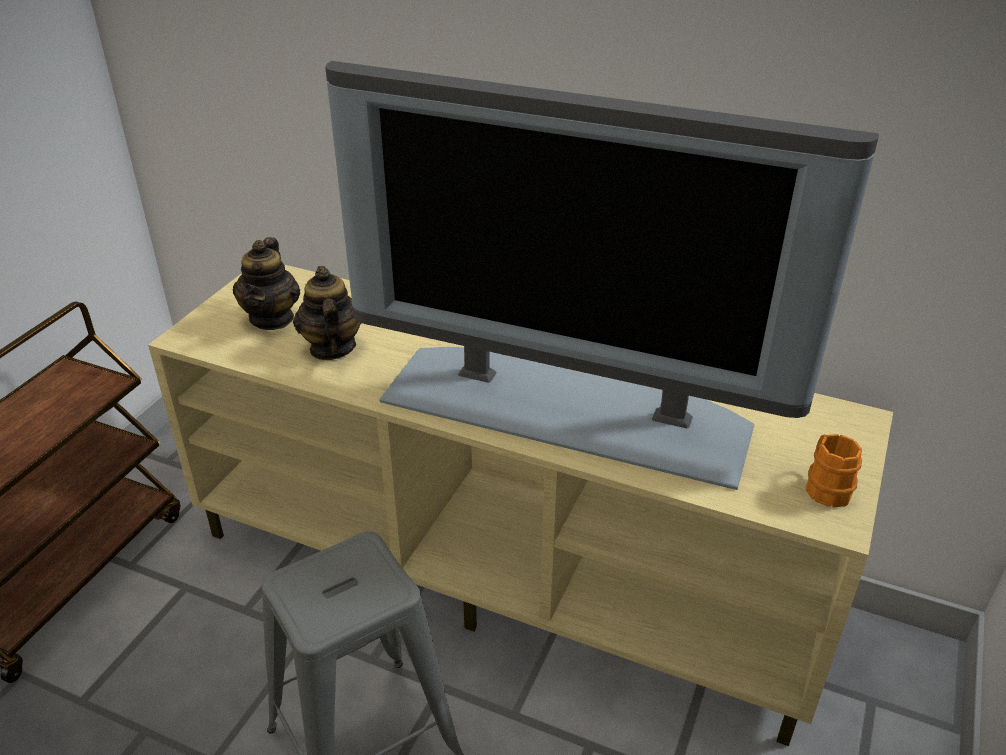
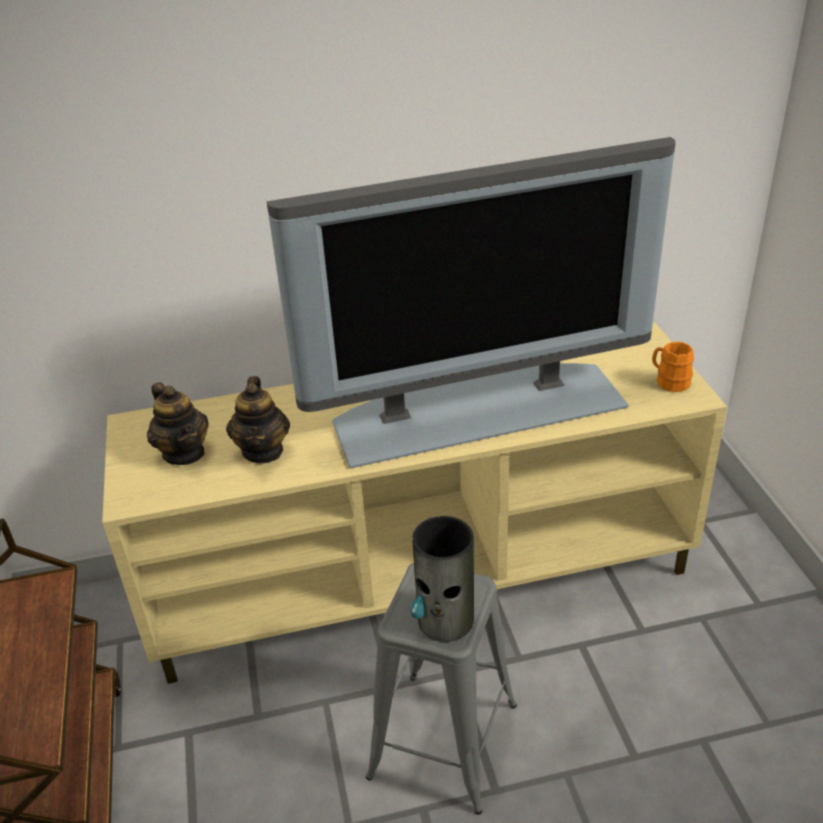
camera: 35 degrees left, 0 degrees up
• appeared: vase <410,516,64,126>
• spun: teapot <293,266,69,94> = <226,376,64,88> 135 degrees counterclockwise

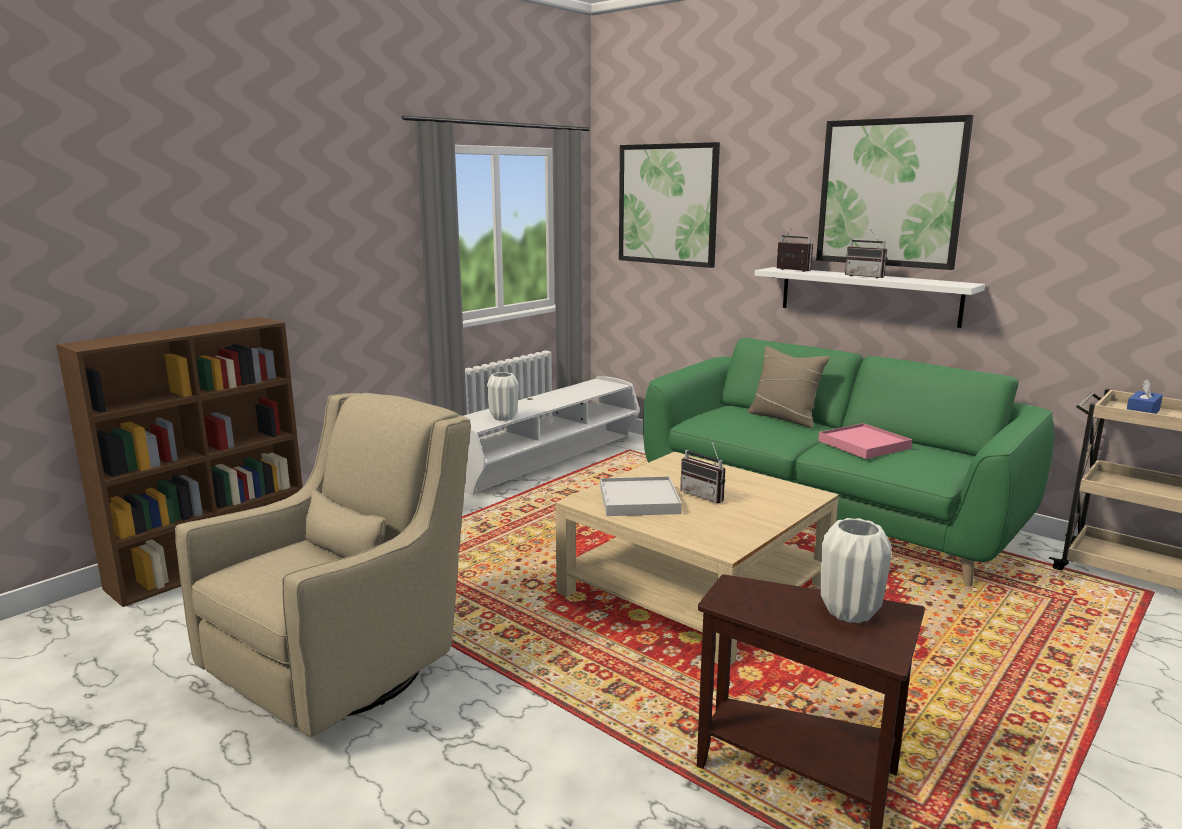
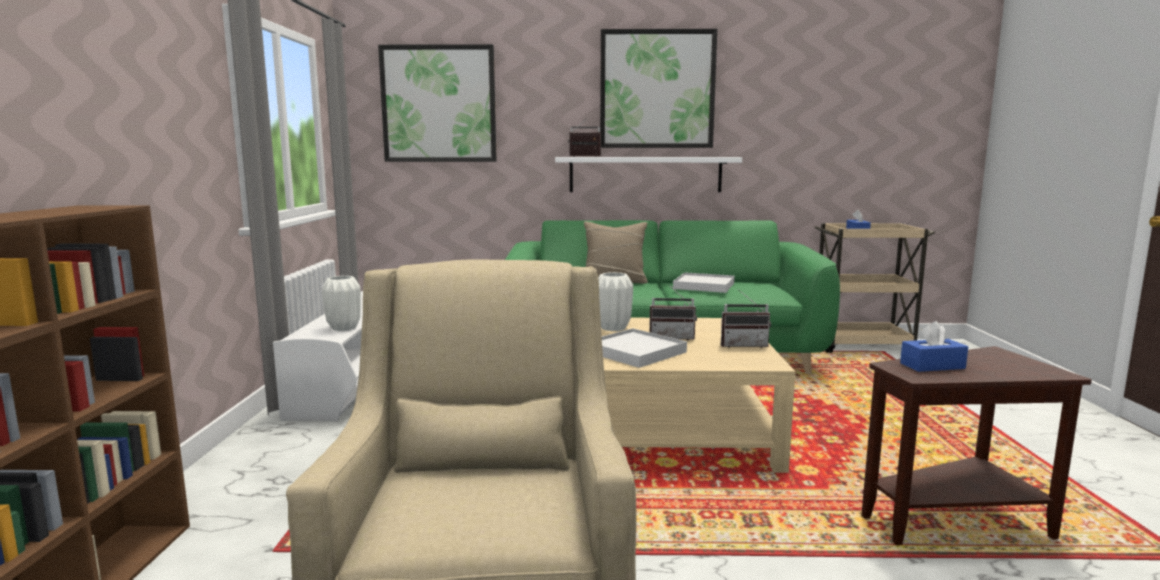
camera: 40 degrees left, 5 degrees down
• appeared: tissue box (blue) <900,321,68,51>
• relocated: vase (white) <821,518,71,105> to <598,272,35,59>
• relocated: radio <845,230,42,48> to <721,289,50,59>
• colour: tray (pink) <818,423,94,36> to tray (white) <673,272,62,21>

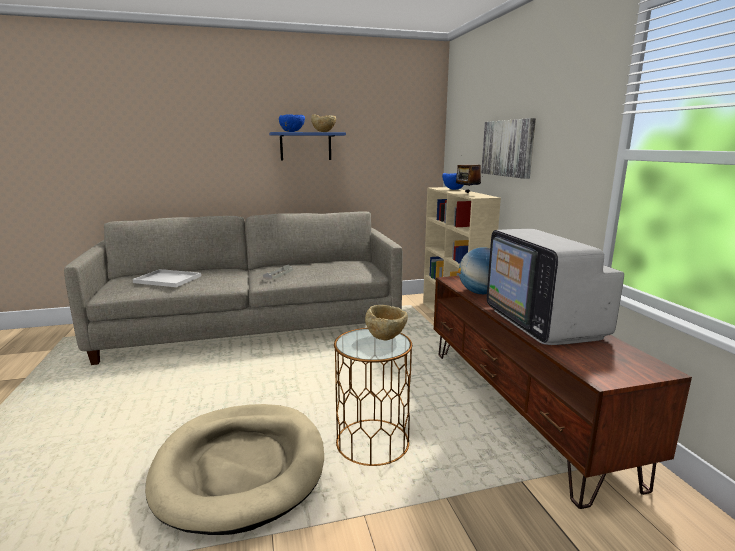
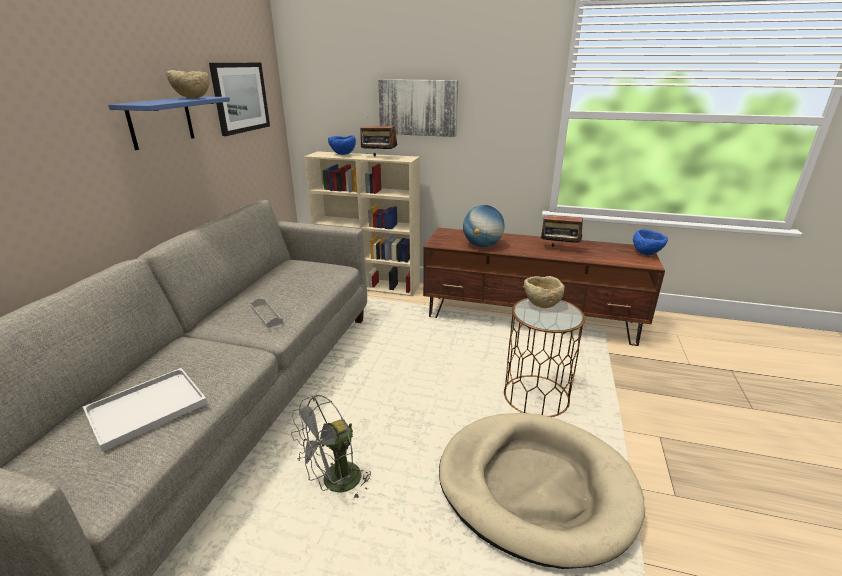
camera: 60 degrees left, 10 degrees up
• appeared: picture <209,63,61,73>
• appeared: fan (grey) <291,394,80,106>
• relocated: bowl (blue) <279,114,26,18> to <633,229,35,26>
• exchanged: television <487,229,137,116> to radio <541,209,42,38>

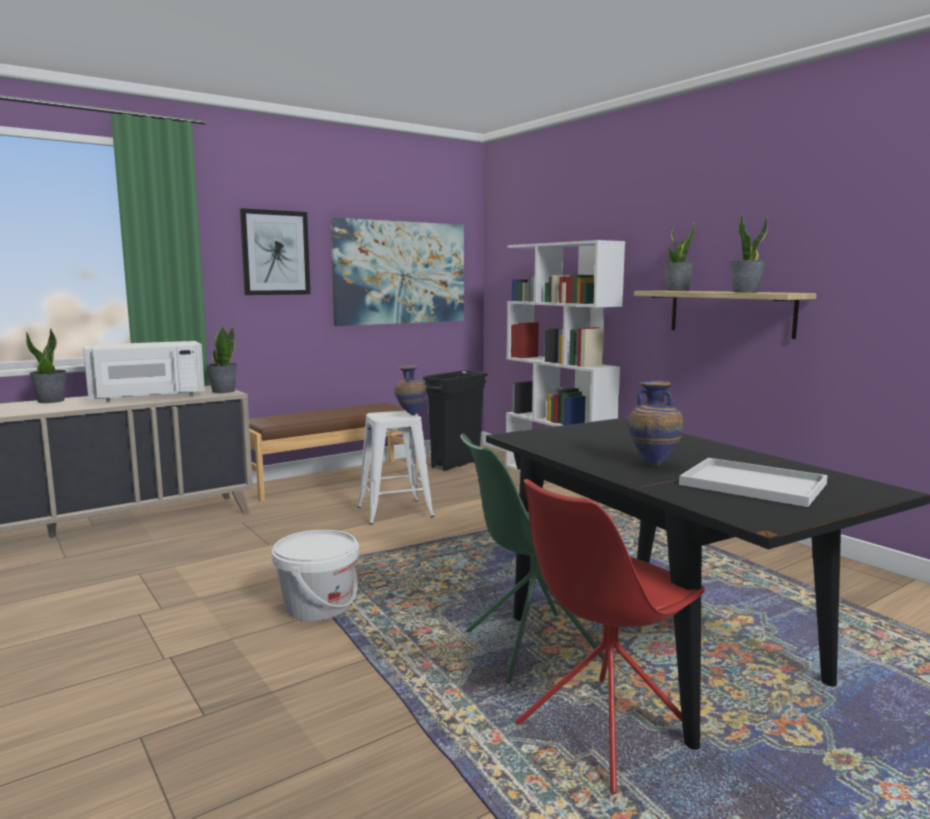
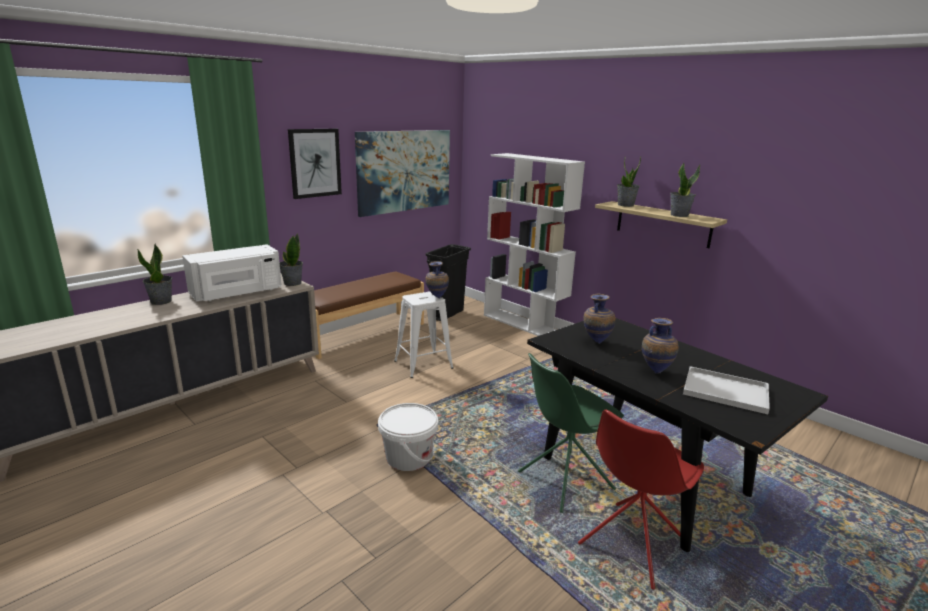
camera: 10 degrees left, 10 degrees up
• appeared: vase <583,294,32,50>

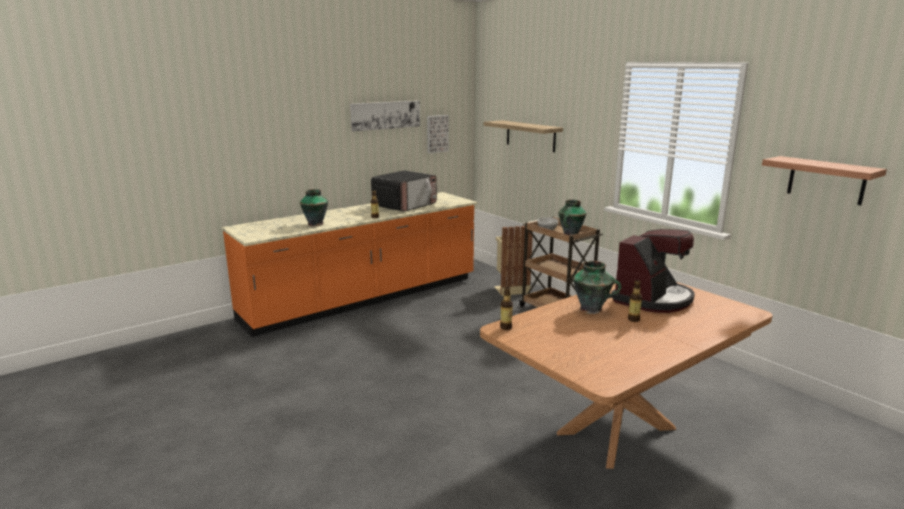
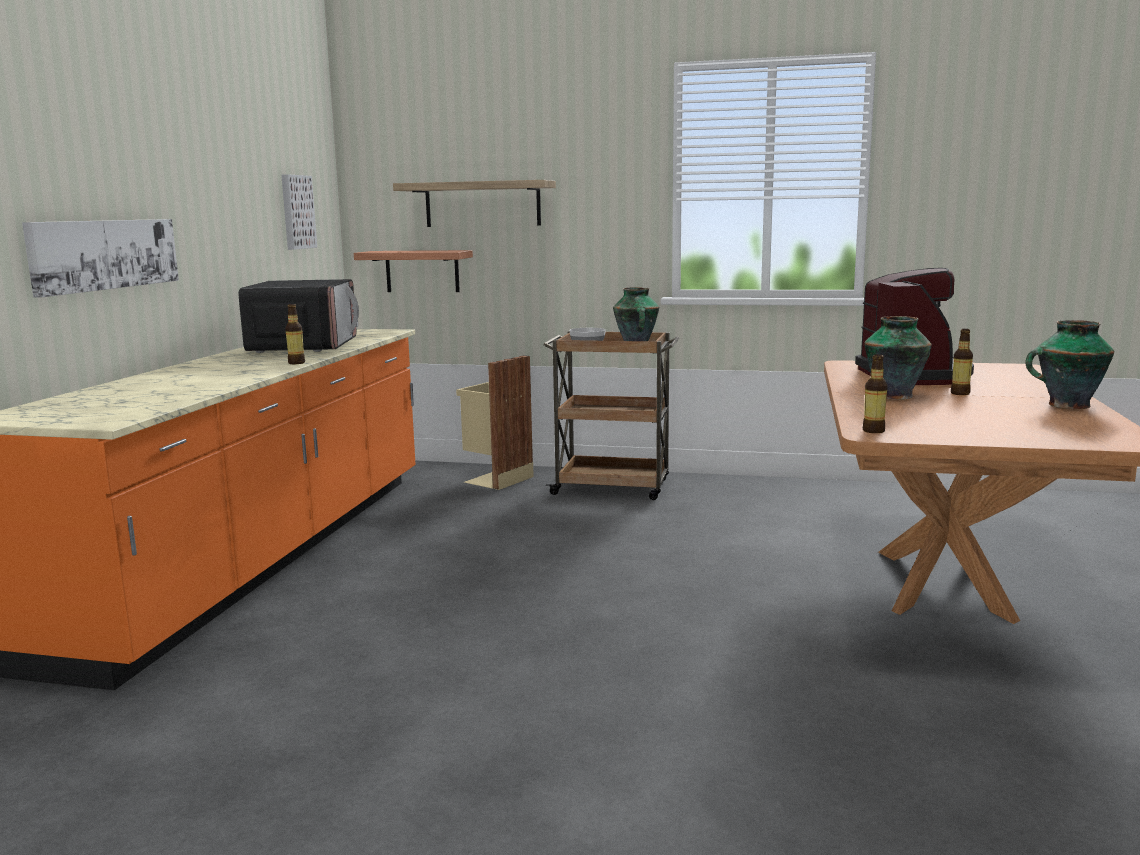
camera: 40 degrees left, 5 degrees down
• relocated: vase <300,189,28,37> to <1025,320,89,89>
• relocated: picture <350,100,70,32> to <22,219,157,79>
• relocated: shelf <762,156,125,49> to <354,250,119,42>

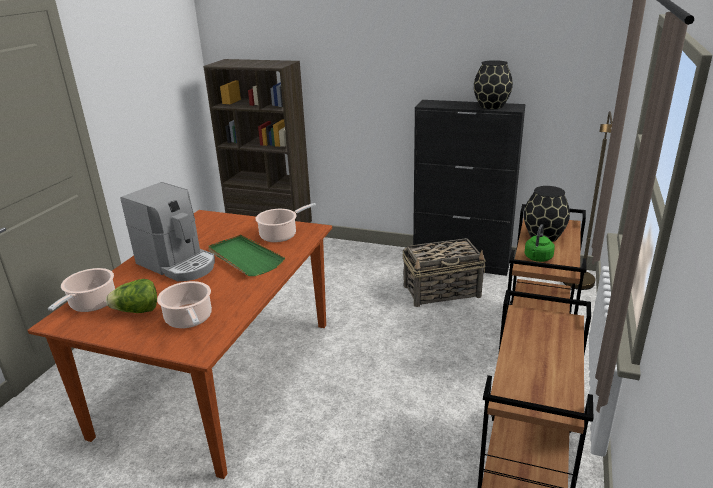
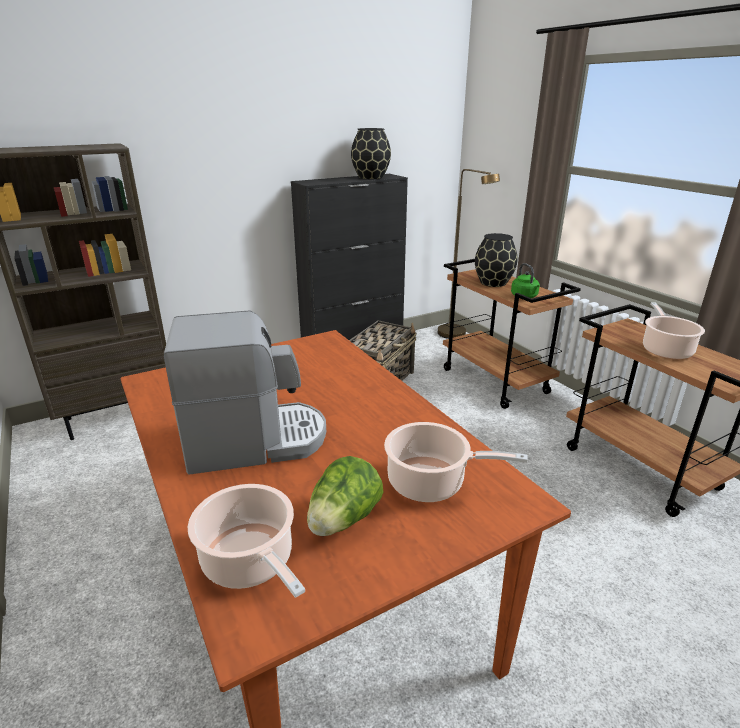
camera: 50 degrees left, 0 degrees up
• missing: tray (green) <208,234,77,42>
• relocated: cooking pot <256,203,60,39> to <643,302,62,57>

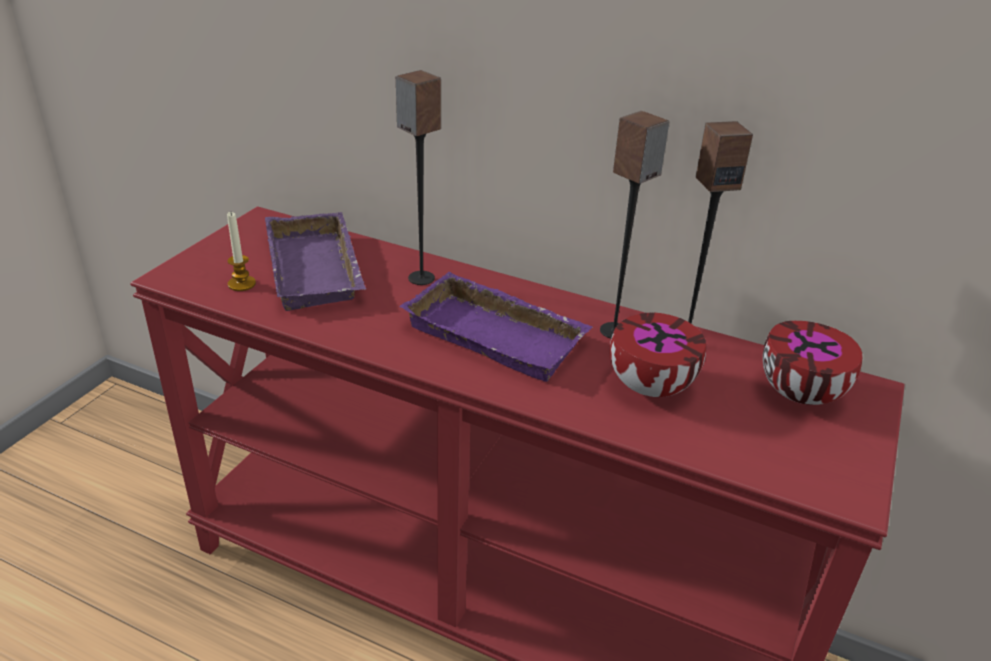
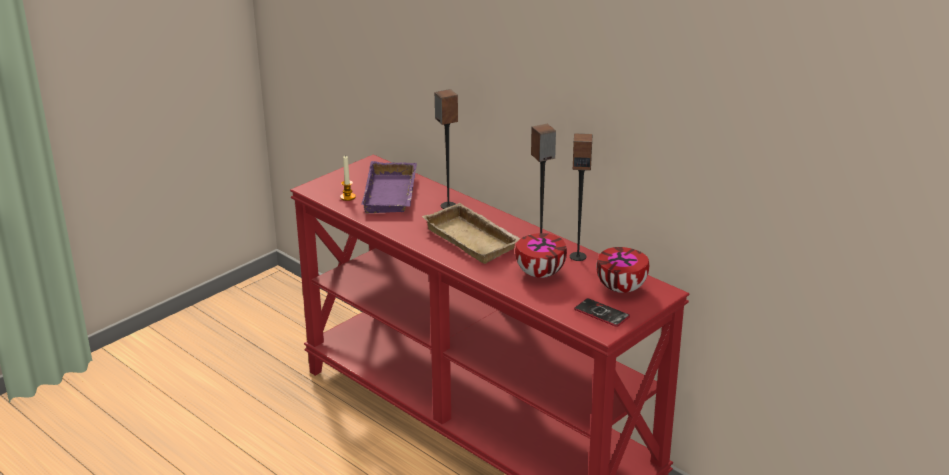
camera: 20 degrees right, 5 degrees down
• appeared: phone <574,298,56,29>
• colour: tray (purple) <399,272,194,110> to tray (beige) <422,203,98,61>

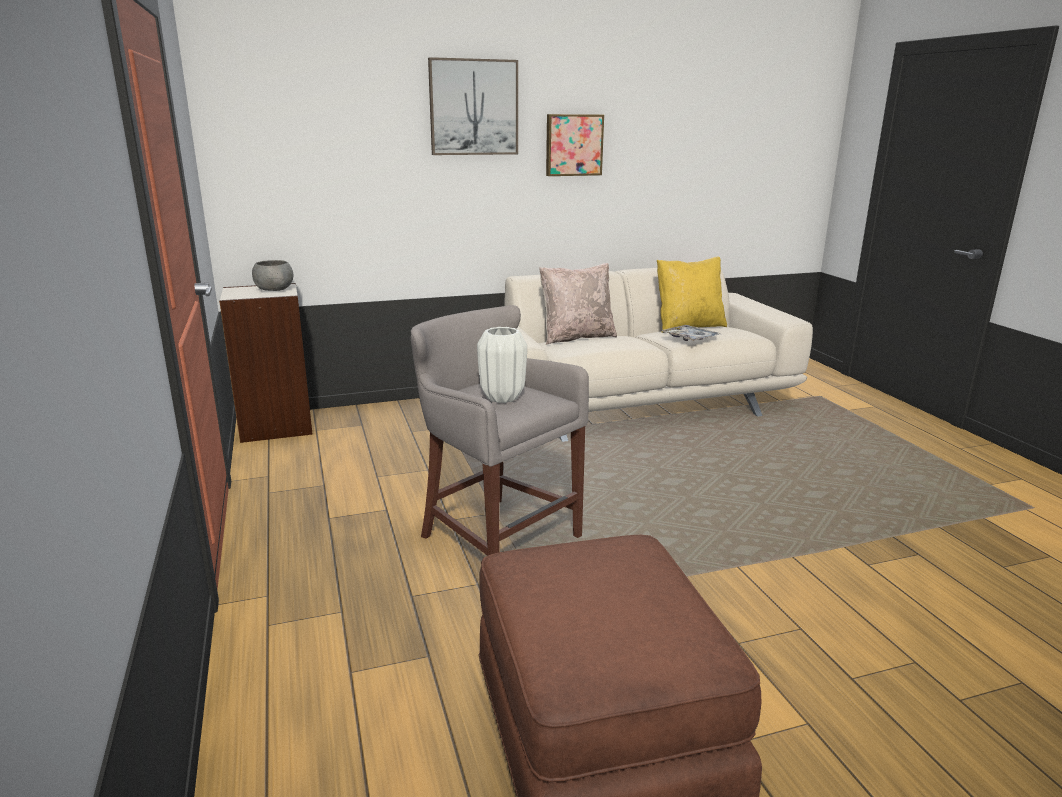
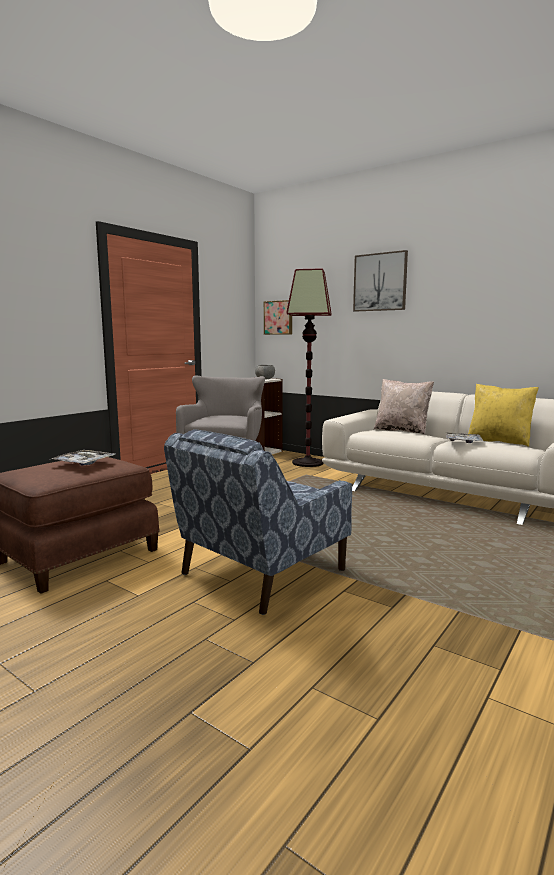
camera: 55 degrees right, 10 degrees down
• missing: vase (white) <477,327,50,76>
• appeared: tray <52,450,63,15>
• appeared: armchair (blue) <164,429,188,186>
• appeared: floor lamp <286,268,46,199>
• relocated: picture <546,114,58,62> to <264,300,28,35>

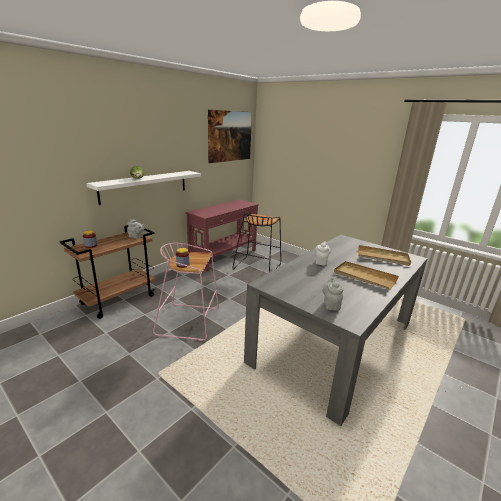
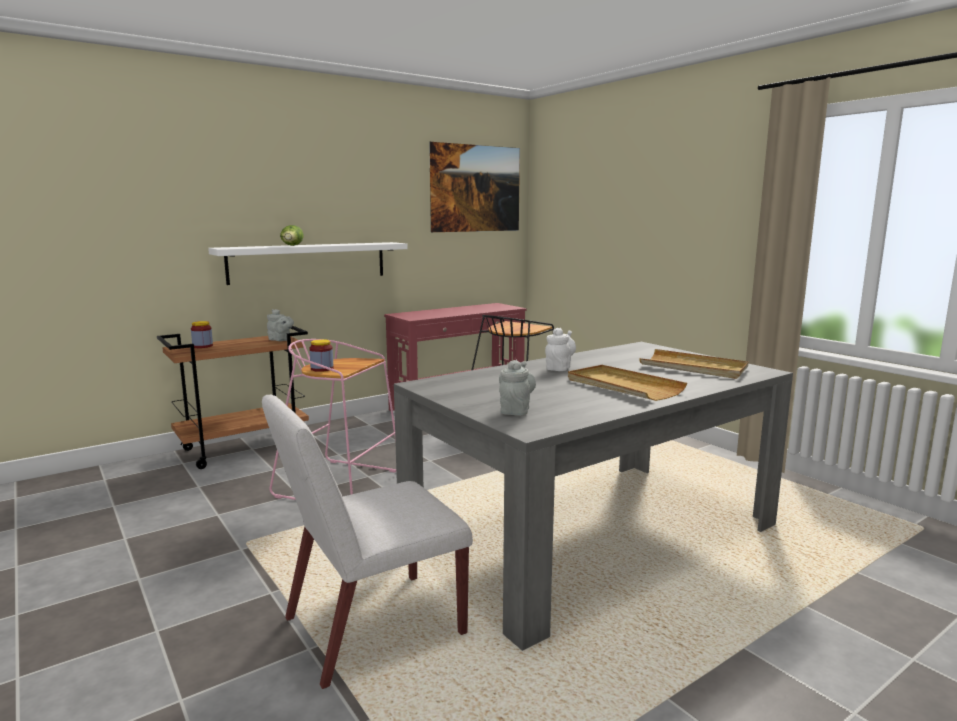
camera: 15 degrees right, 10 degrees down
• appeared: chair (white) <262,395,211,294>

